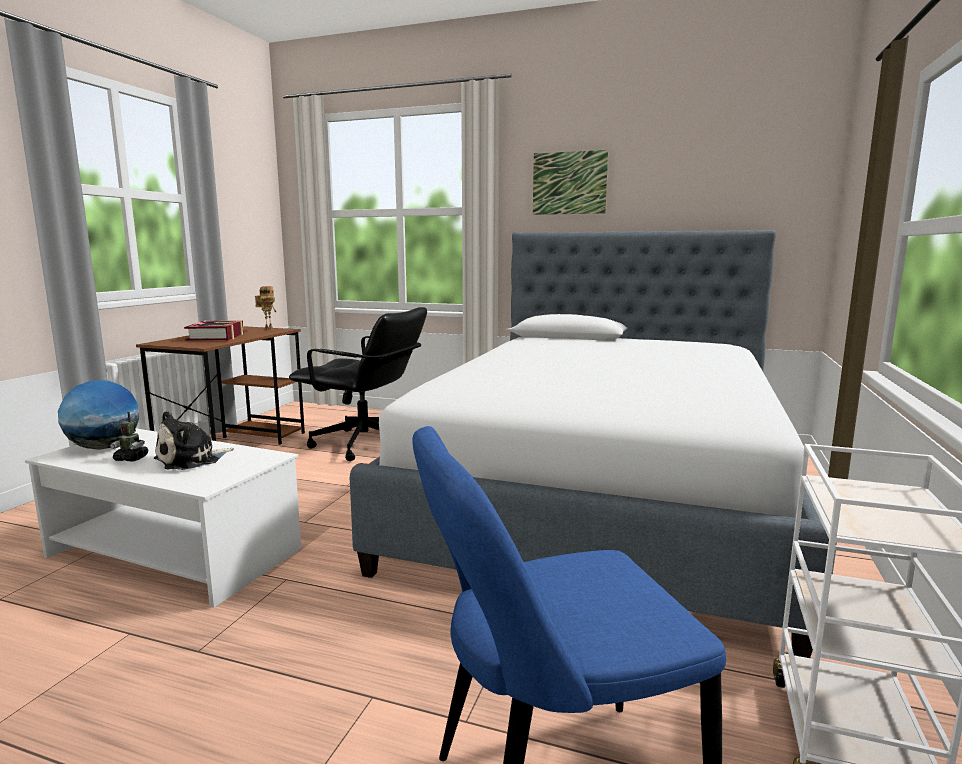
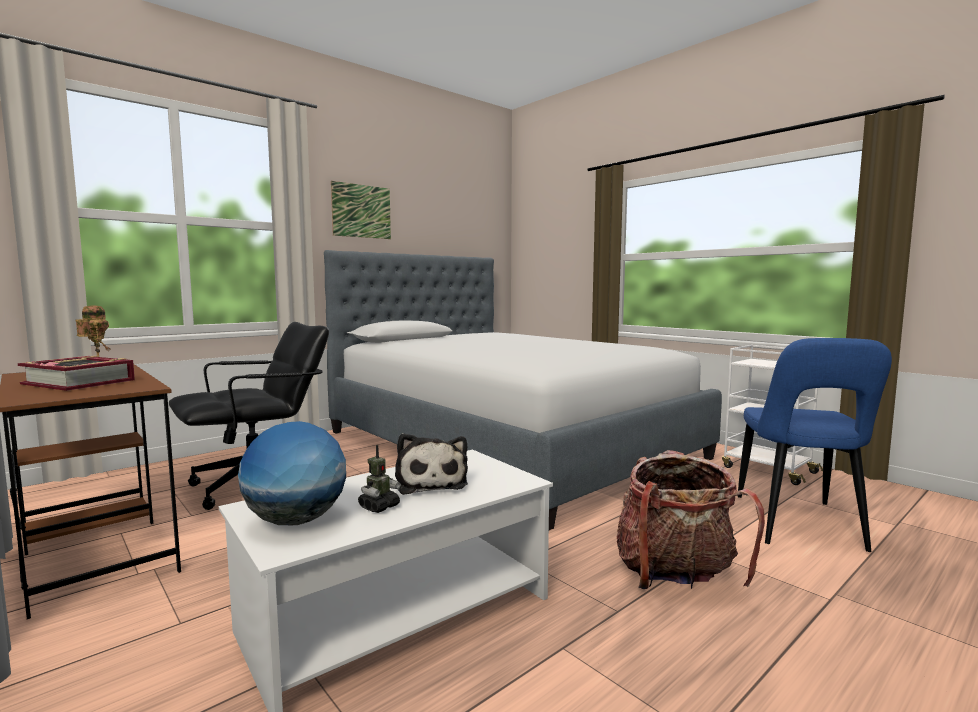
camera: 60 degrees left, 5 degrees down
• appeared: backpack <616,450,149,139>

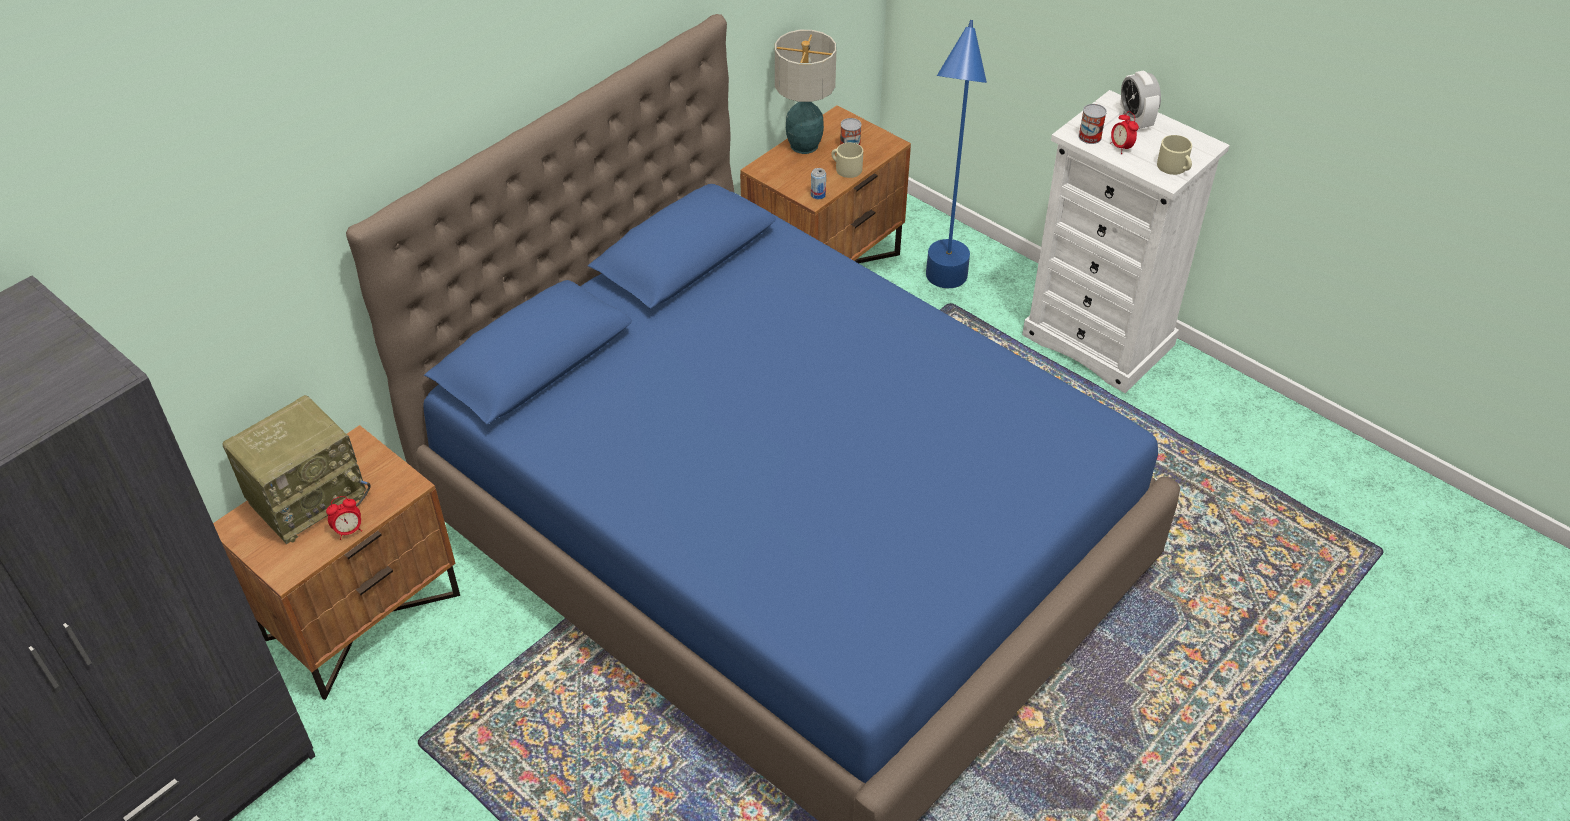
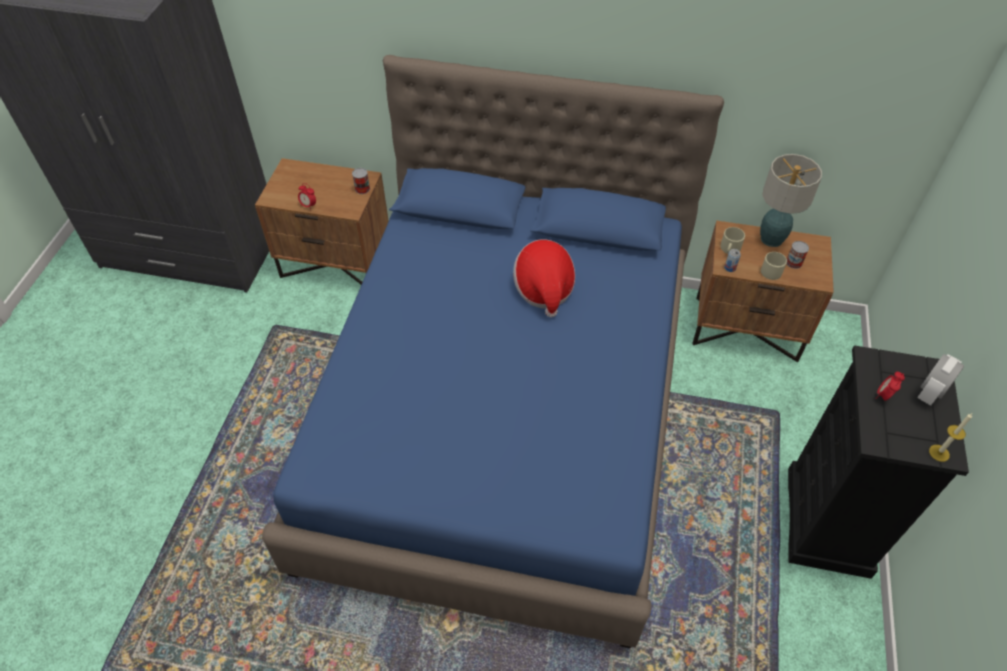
camera: 60 degrees right, 5 degrees up
• missing: radio <222,395,149,149>
• missing: floor lamp (blue) <926,20,61,268>
• appeared: hat <513,239,62,78>
• appeared: candle <929,413,43,49>
• relocated: can <1079,104,28,40> to <352,168,18,26>
• relocated: mug (beige) <1157,135,35,40> to <720,227,25,27>
• colour: dresser (white) <1022,90,208,303> to dresser (black) <788,345,181,234>

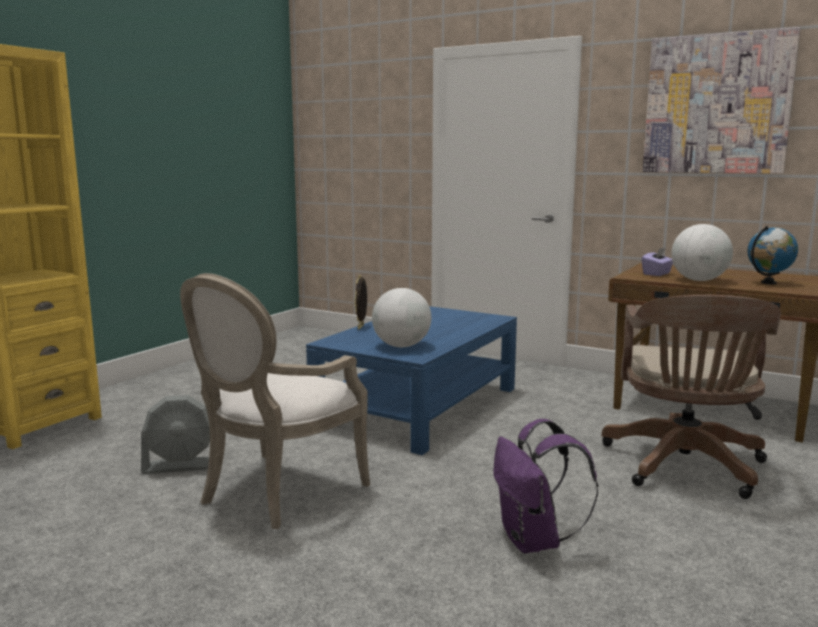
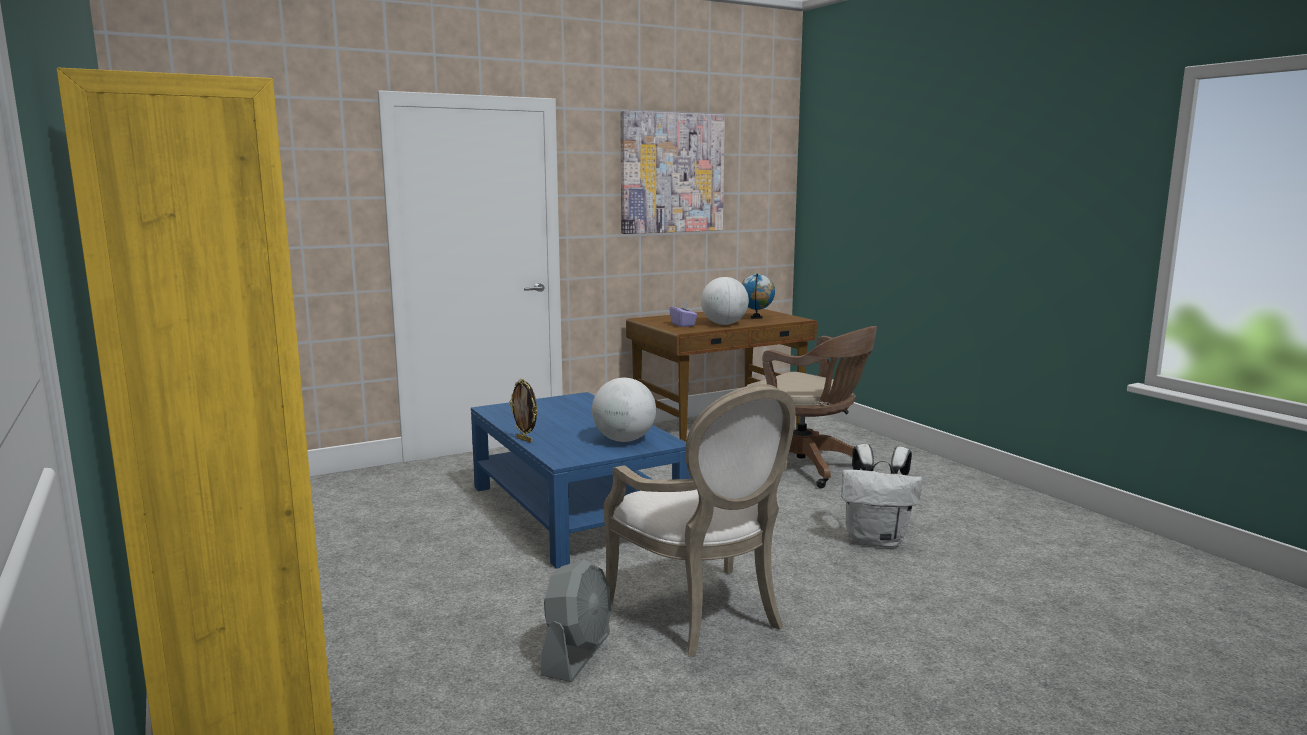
camera: 60 degrees left, 0 degrees up
• colour: backpack (purple) <493,419,105,134> to backpack (white) <841,444,82,104>

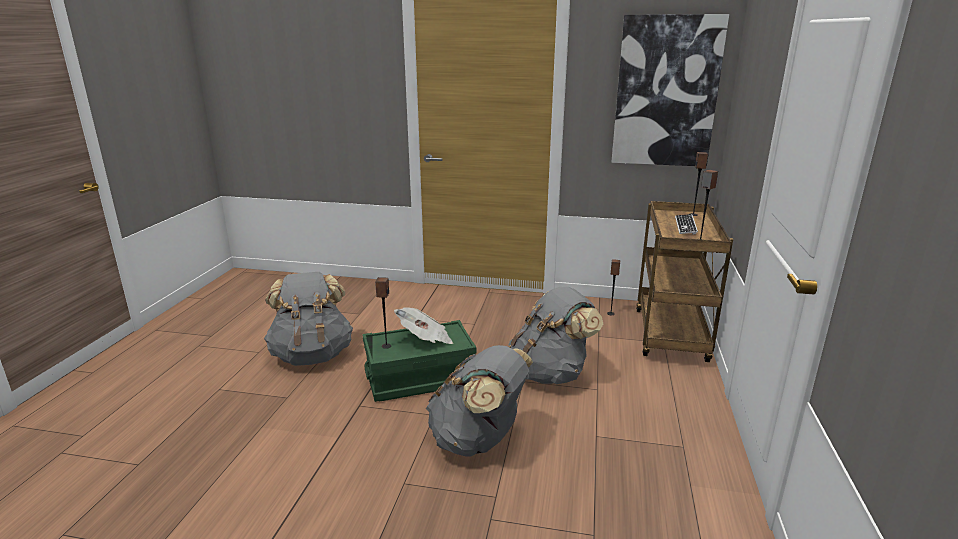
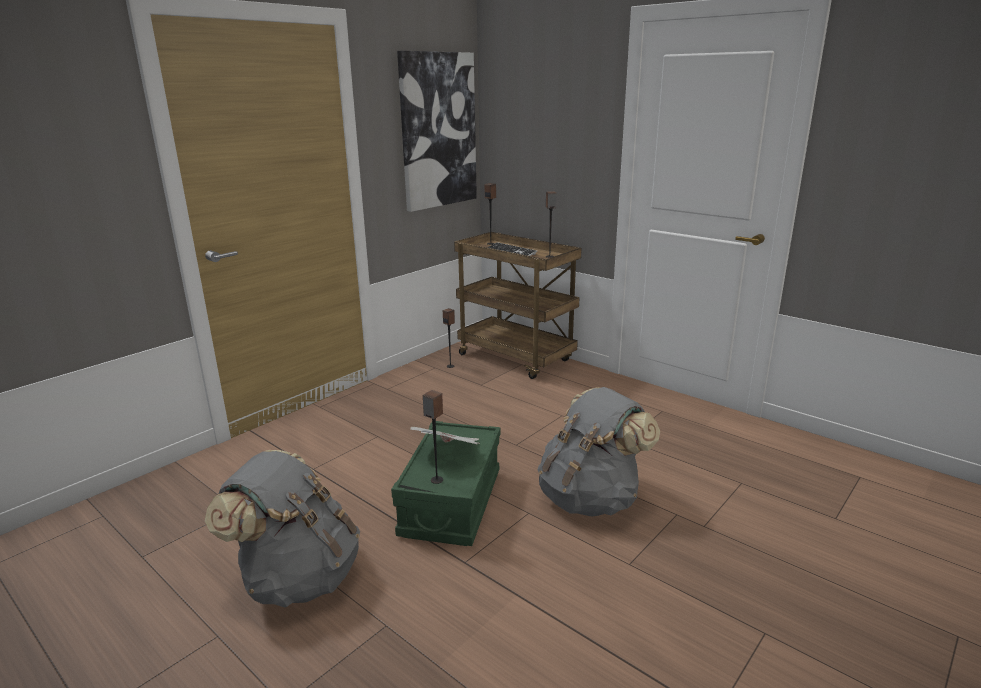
camera: 60 degrees left, 0 degrees up
• missing: backpack (grey) <508,286,95,98>

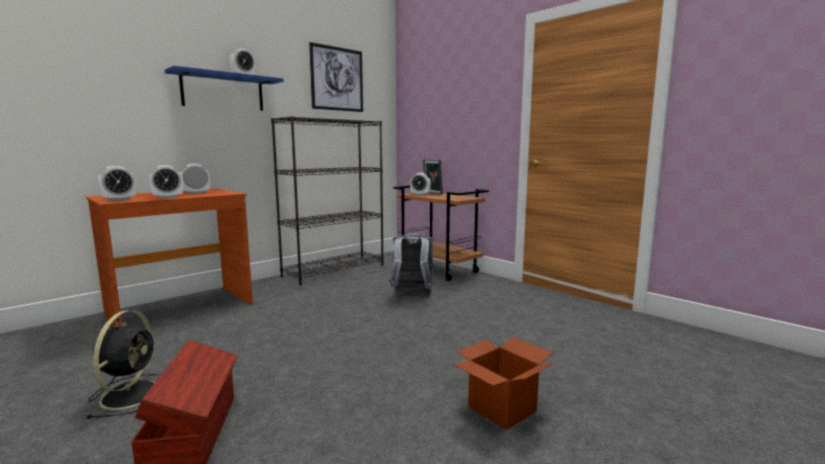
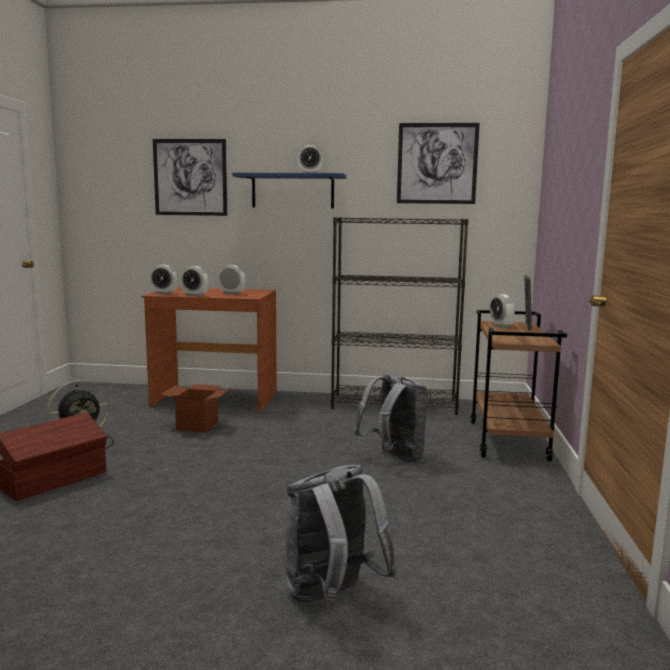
camera: 50 degrees right, 0 degrees up
• appeared: picture <153,139,74,77>
• appeared: backpack (grey) <286,465,112,137>
• relocated: cardboard box <453,337,101,93> to <160,384,71,49>

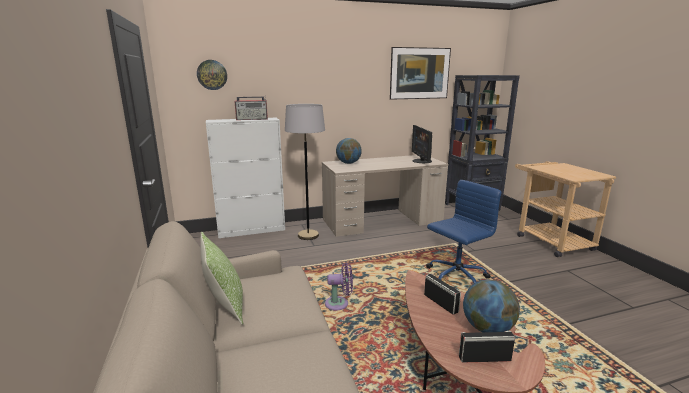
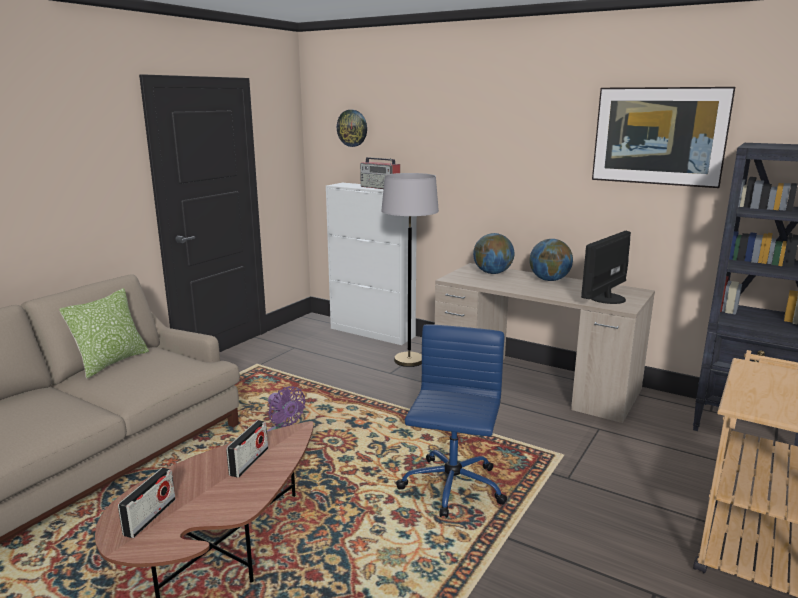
camera: 50 degrees right, 0 degrees up
• relocated: globe <463,280,57,52> to <529,239,44,42>
• spun: office chair (blue) <426,180,75,104> = <396,324,111,194> 90 degrees counterclockwise
• spun: radio <459,331,56,32> = <118,468,57,70> 60 degrees clockwise

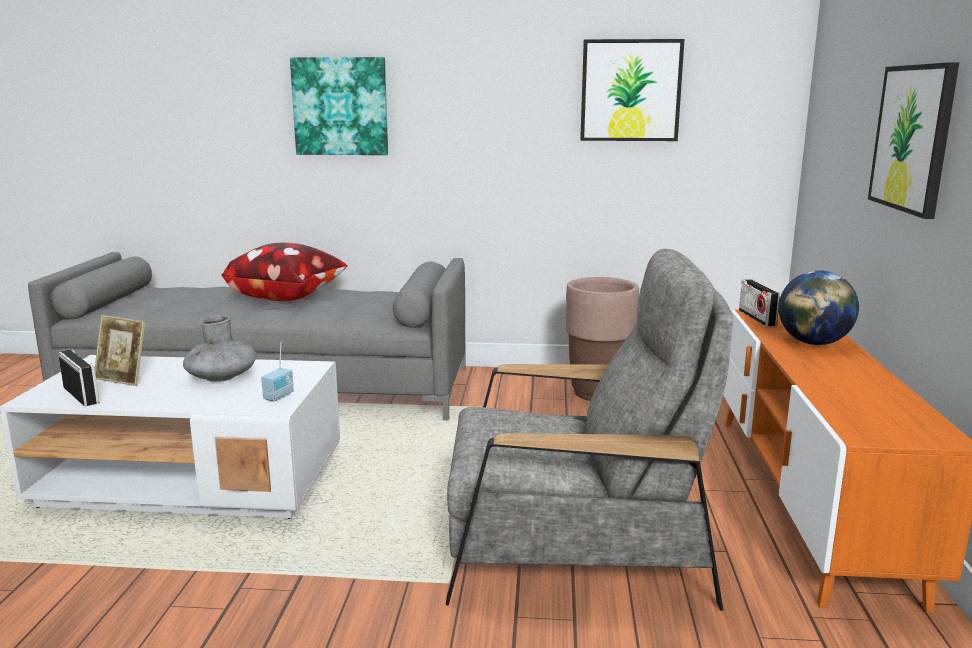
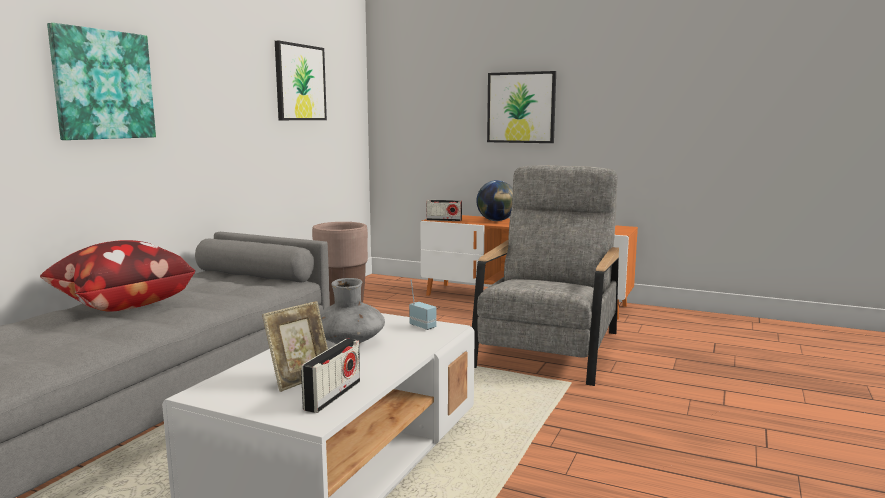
camera: 70 degrees left, 5 degrees down
• spun: radio <59,349,40,57> = <301,339,59,74> 135 degrees clockwise

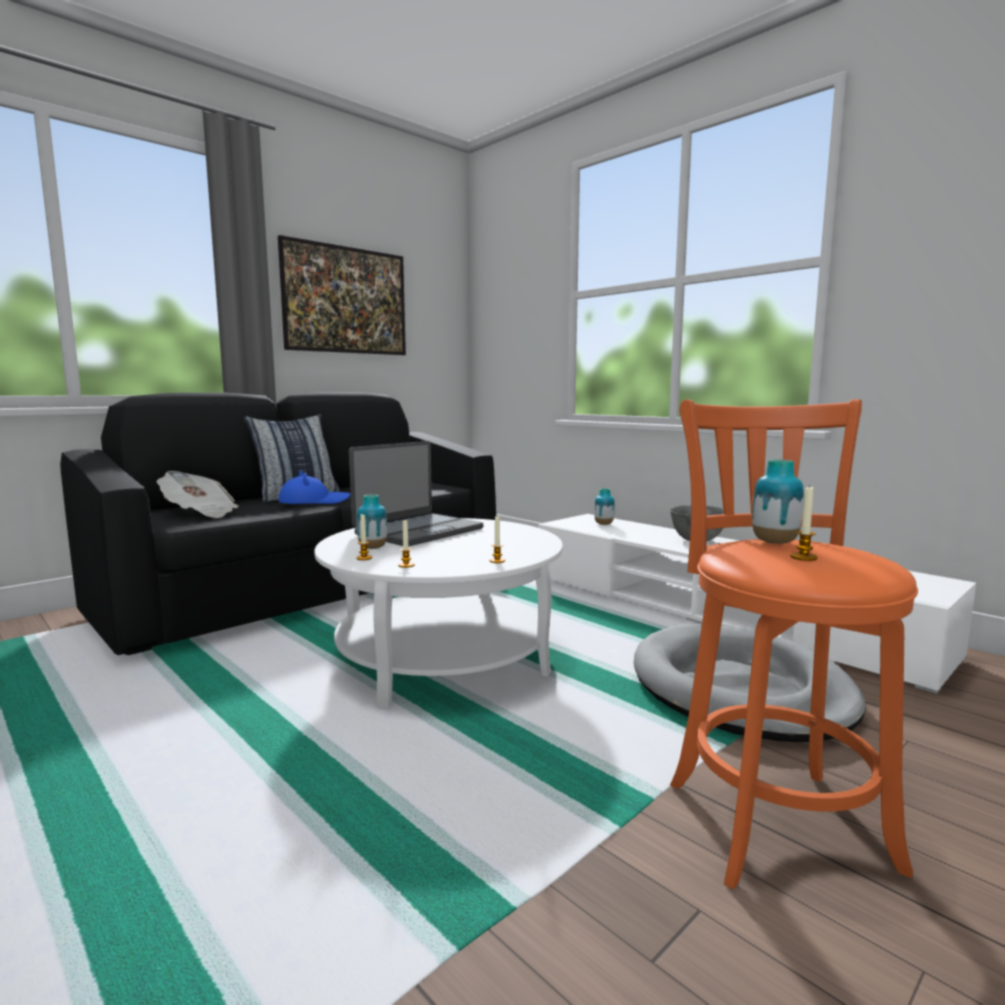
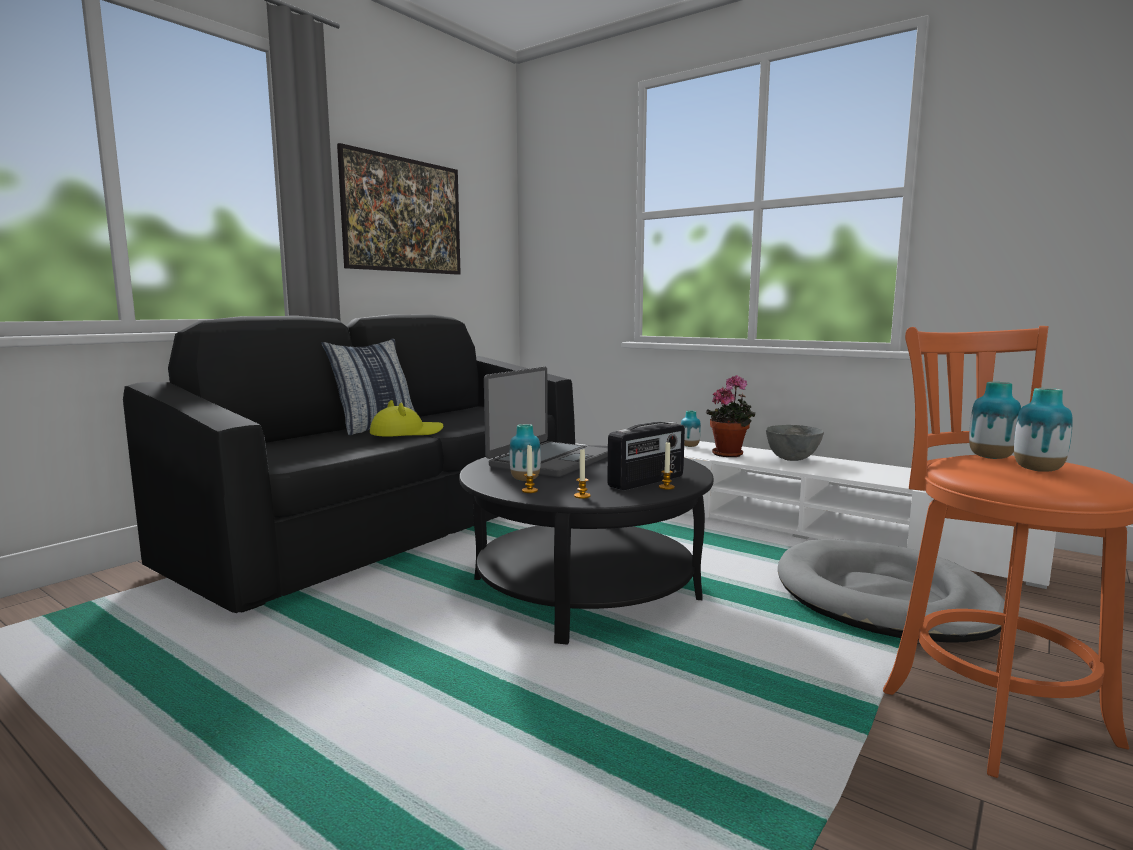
camera: 10 degrees left, 0 degrees up
• missing: newspaper <157,471,82,47>
• appeared: radio <607,422,78,68>
• appeared: potted plant <706,375,49,82>
• exchanged: candle <790,486,28,75> to vase <1014,388,59,84>
• colour: hat (blue) <279,470,71,34> to hat (yellow) <370,400,73,37>
• colour: coffee table (white) <314,518,249,190> to coffee table (black) <459,445,255,200>

